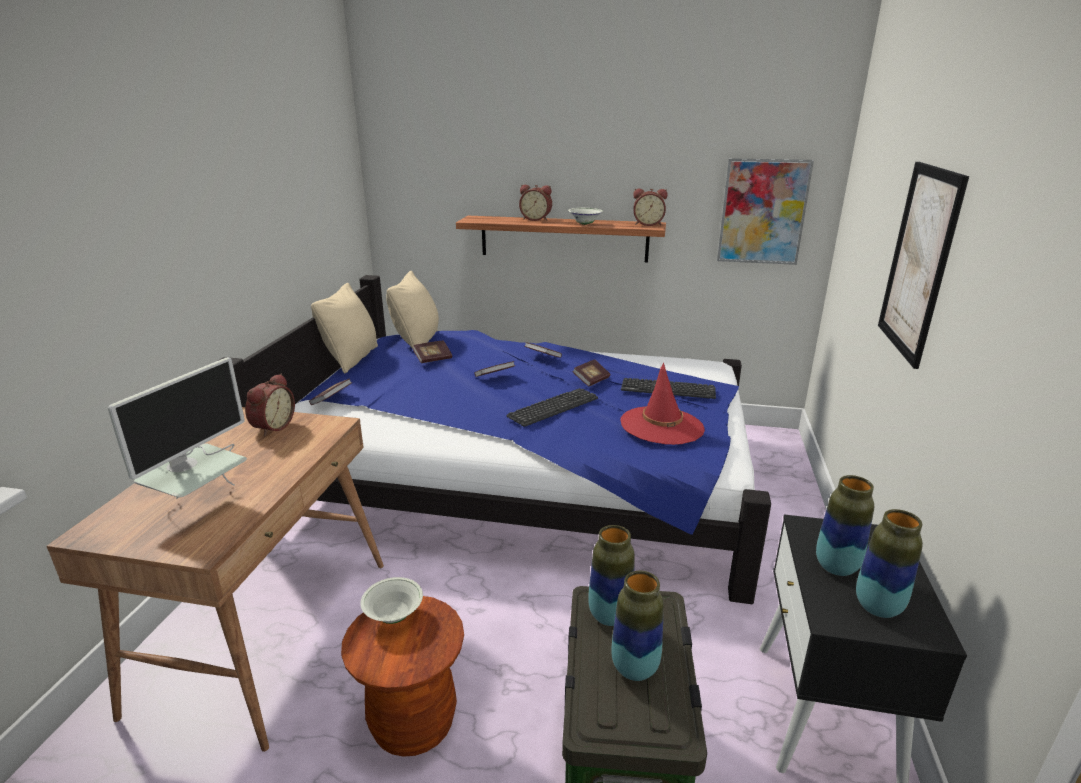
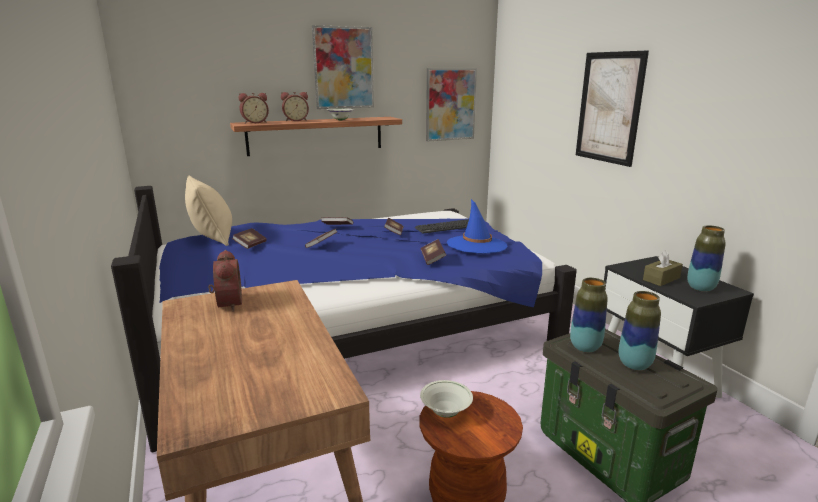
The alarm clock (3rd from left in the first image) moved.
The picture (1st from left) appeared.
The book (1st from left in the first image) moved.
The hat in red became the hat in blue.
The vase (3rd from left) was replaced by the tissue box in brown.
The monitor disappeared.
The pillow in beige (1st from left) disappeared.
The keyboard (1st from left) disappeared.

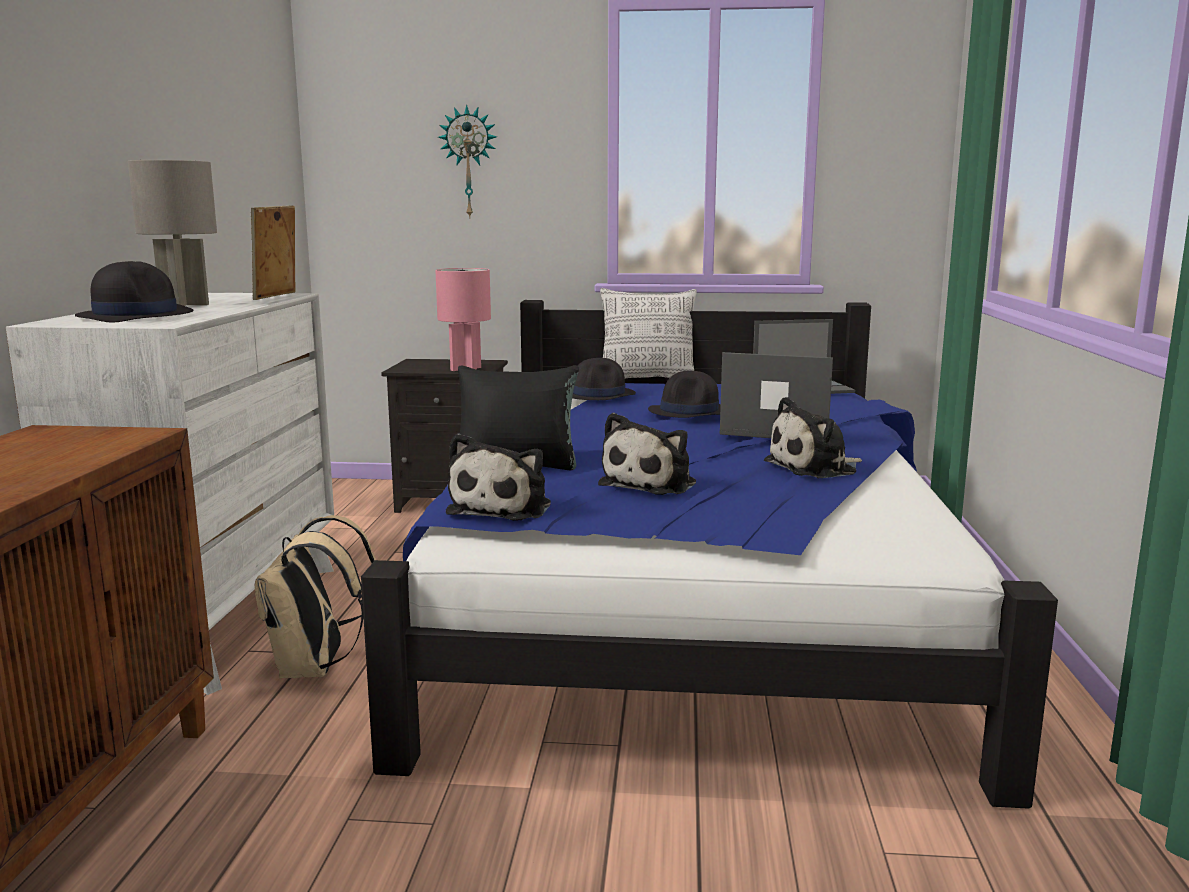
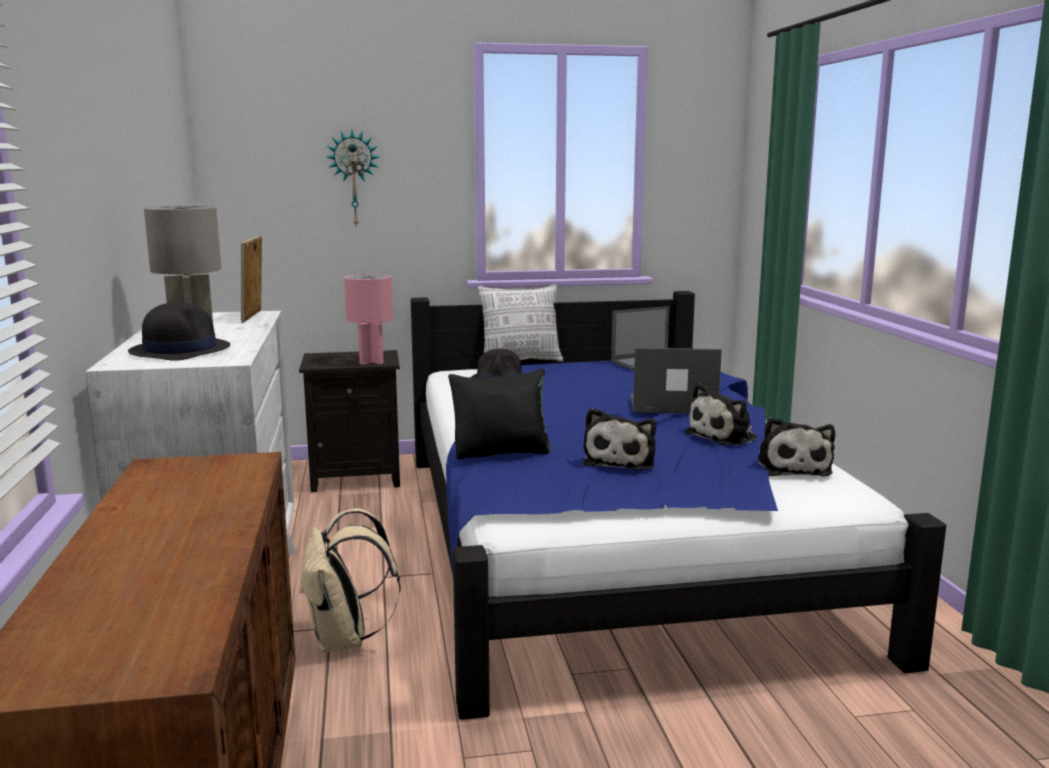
The plush toy (1st from left in the first image) moved.
The hat in black (3rd from left) disappeared.

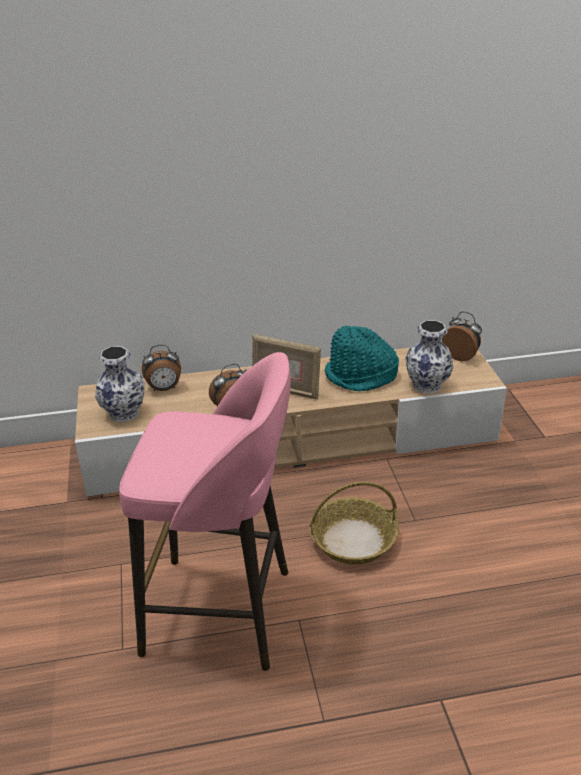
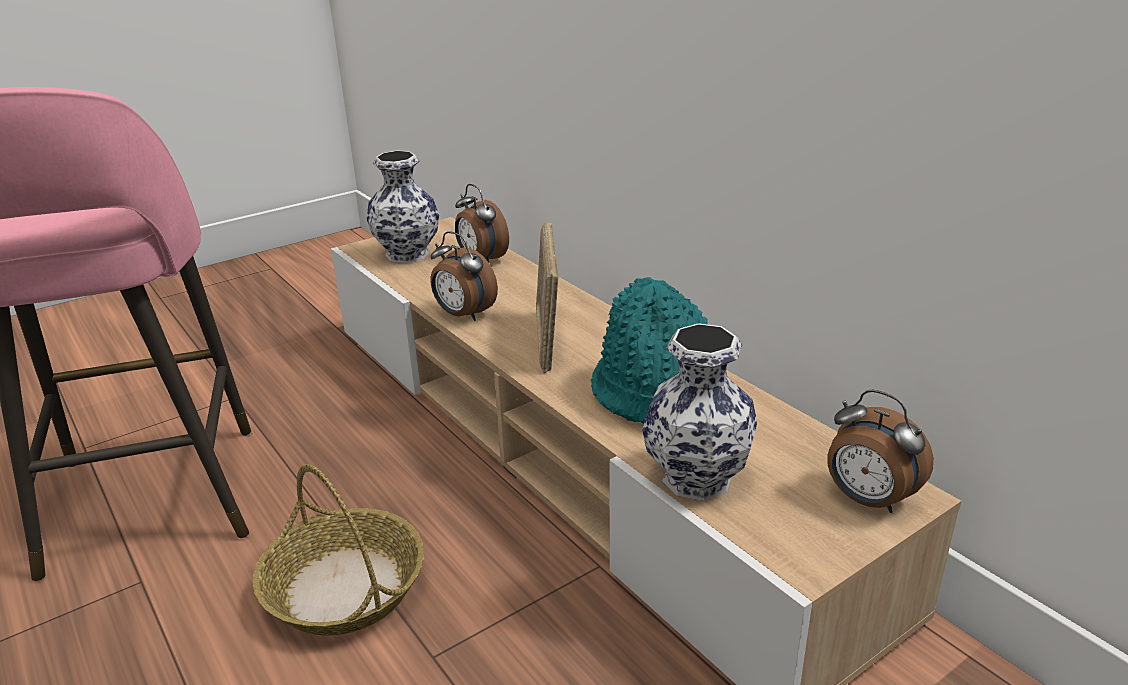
The alarm clock (3rd from left) turned 120 degrees clockwise.

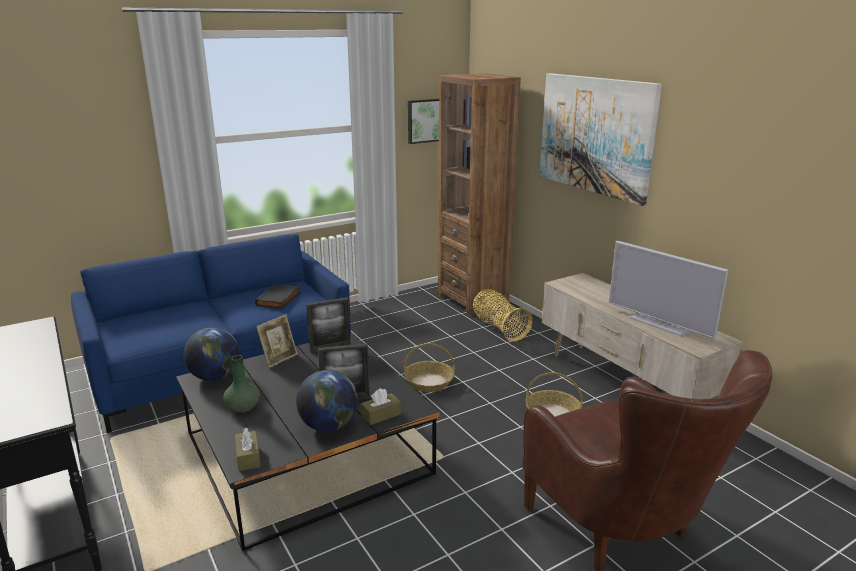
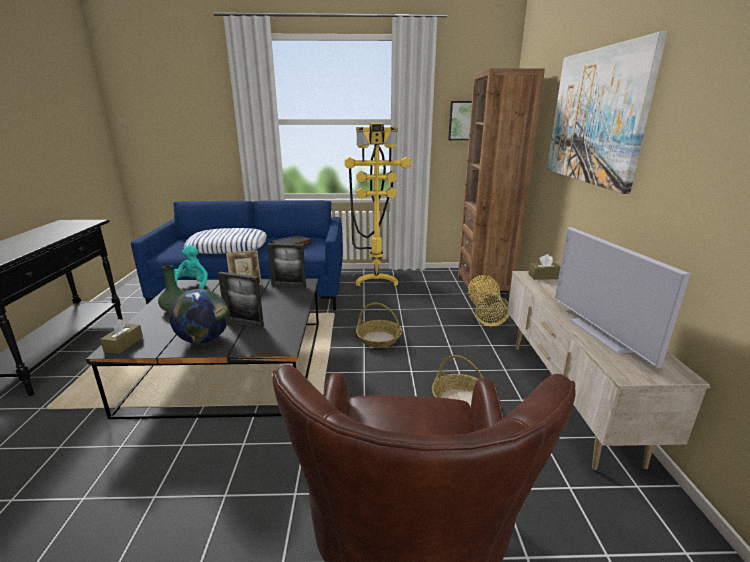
The globe (1st from left) was replaced by the plush toy in turquoise.
The pillow appeared.
The floor lamp in yellow appeared.
The tissue box in brown (2nd from left) moved.

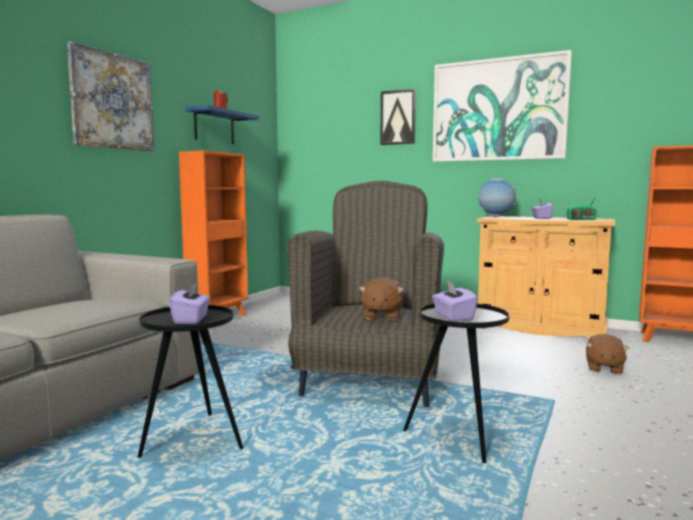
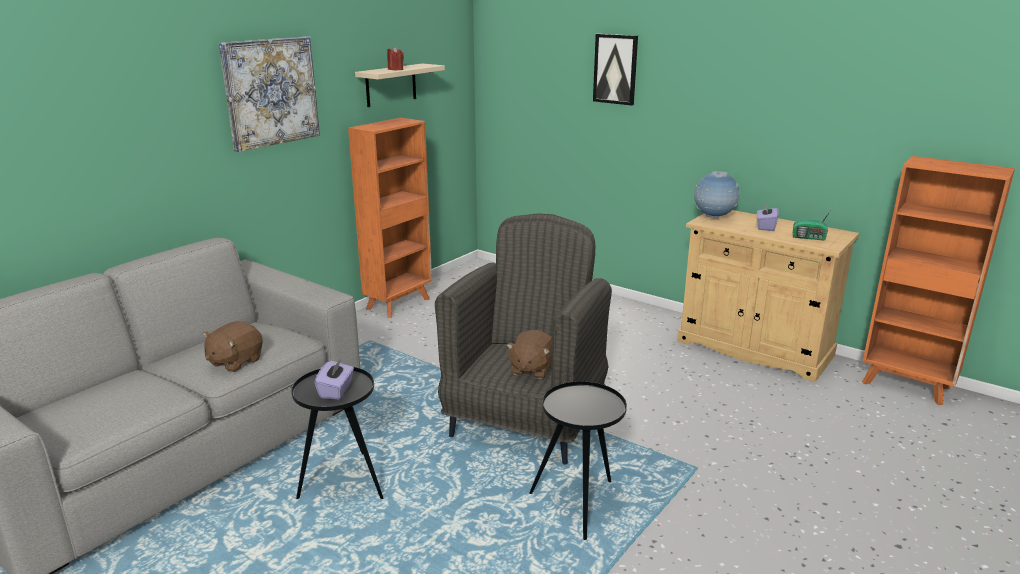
The plush toy in brown (2nd from left in the first image) moved.
The shelf in blue became the shelf in beige.
The tissue box in purple (2nd from left) disappeared.
The picture (3rd from left) disappeared.

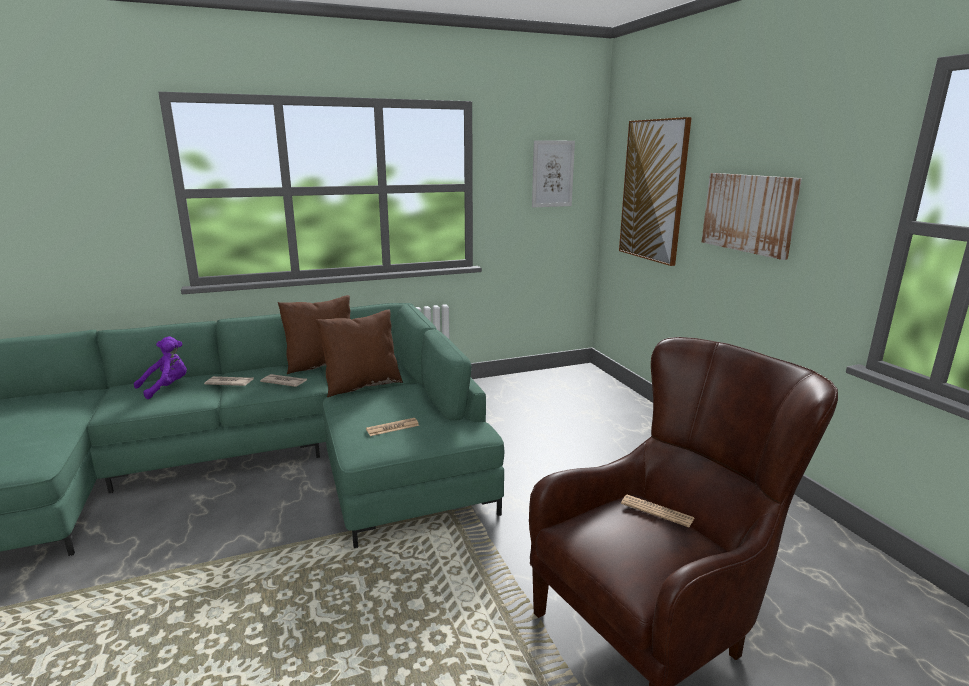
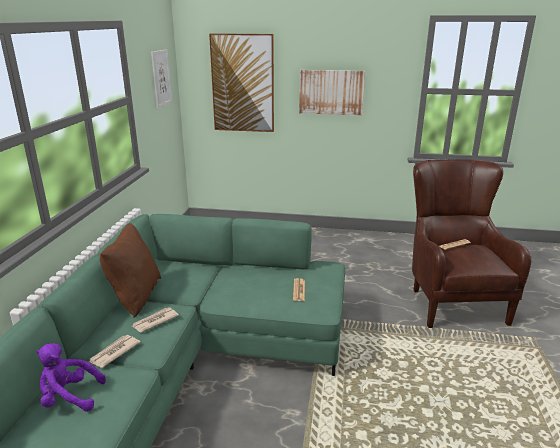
The plush toy in purple turned 75 degrees counterclockwise.
The pillow in brown (2nd from left) disappeared.

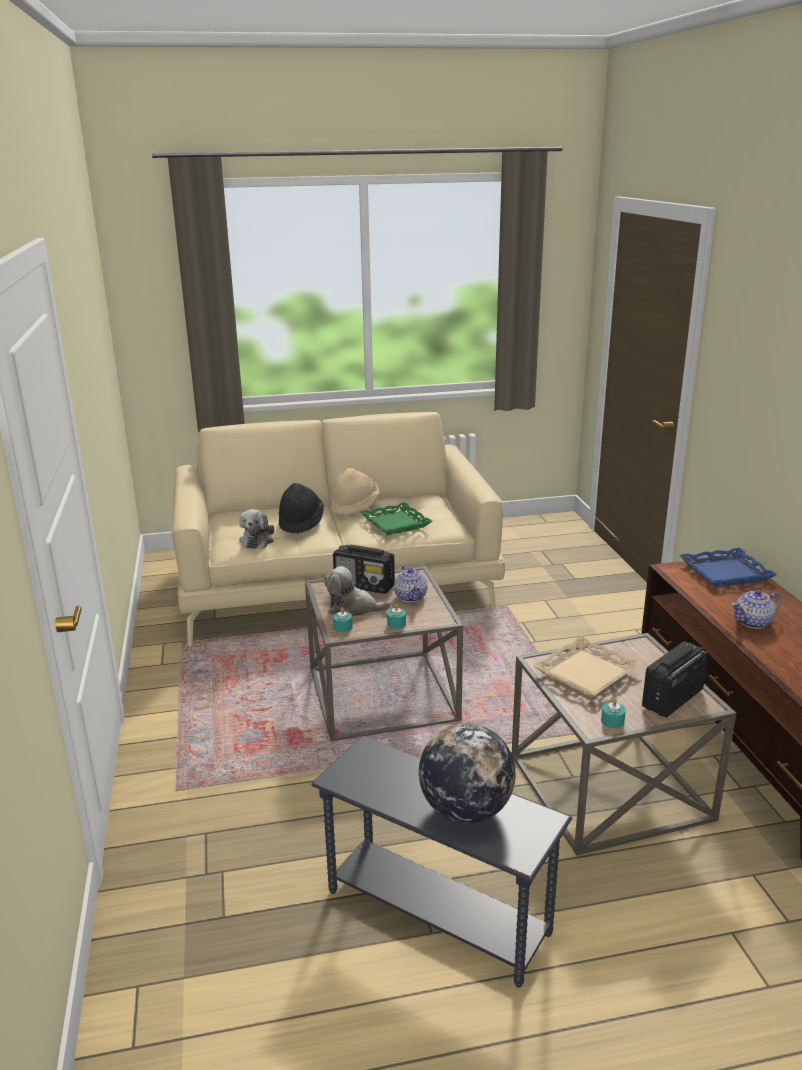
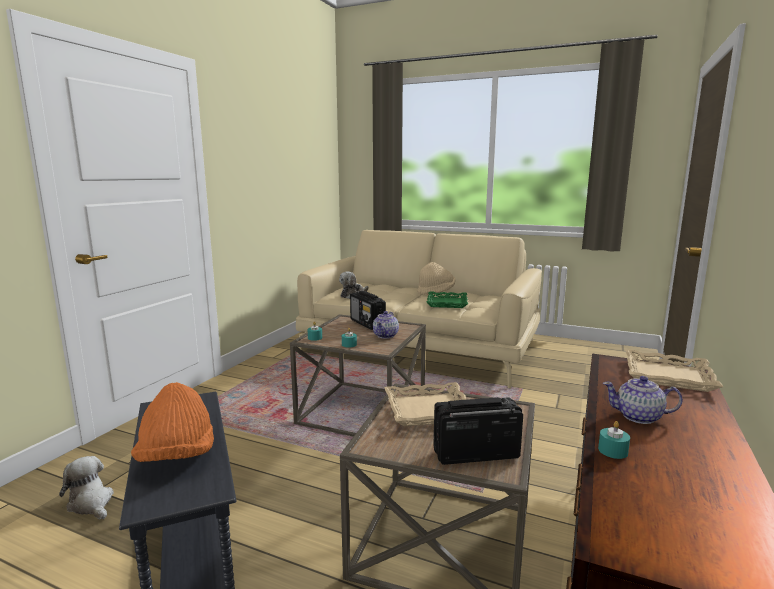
The plush toy (2nd from left in the first image) moved.
The globe was replaced by the hat in orange.
The candle in turquoise (3rd from left) moved.
The tray in blue became the tray in beige (2nd from left).
The hat in black disappeared.

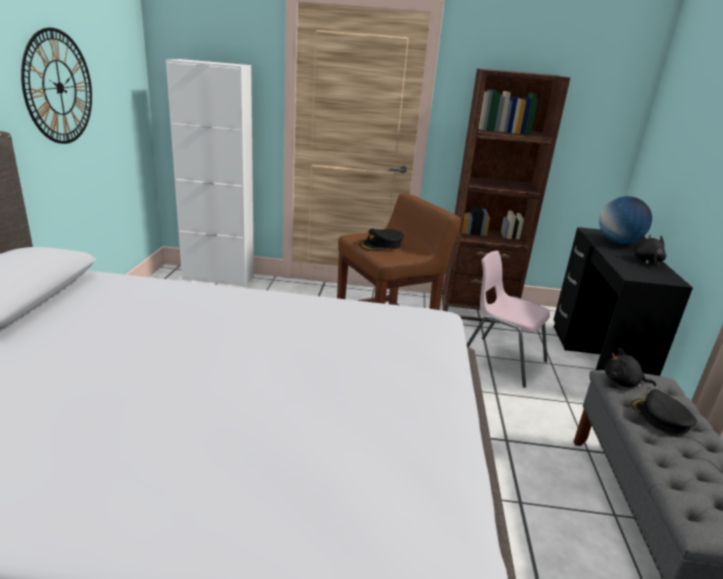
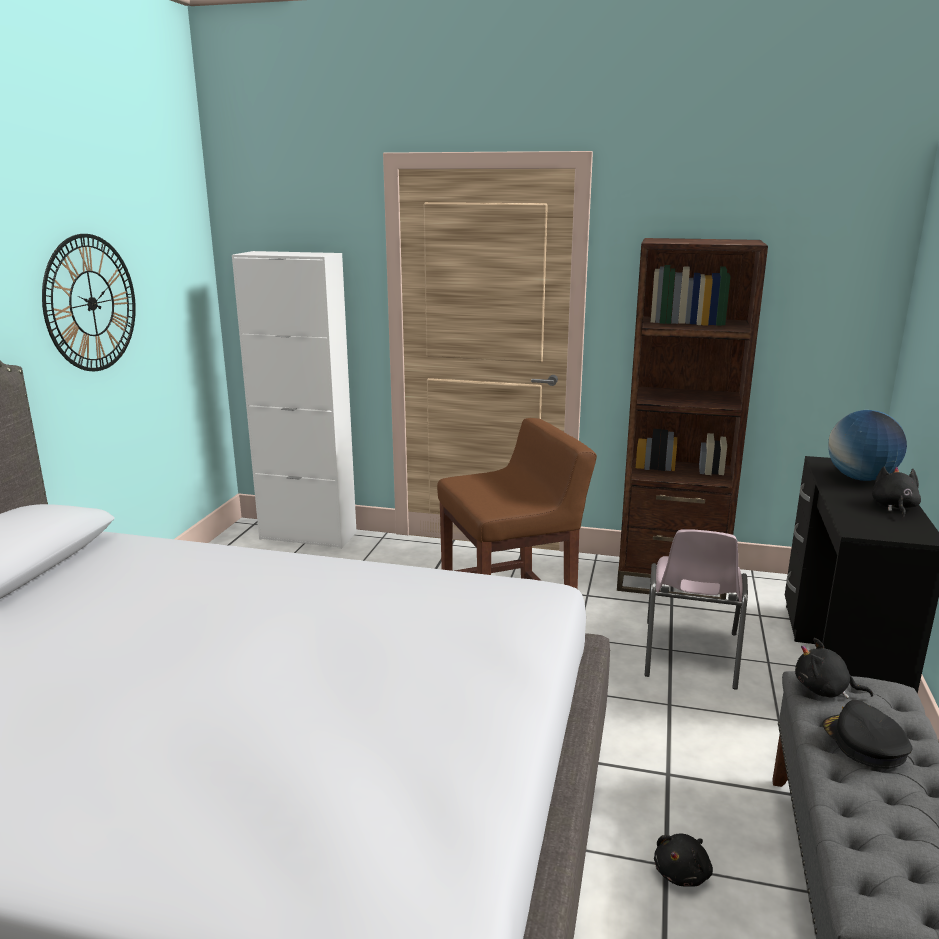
The chair in pink turned 120 degrees counterclockwise.
The plush toy in black (1st from left) appeared.
The cap in black (1st from left) disappeared.

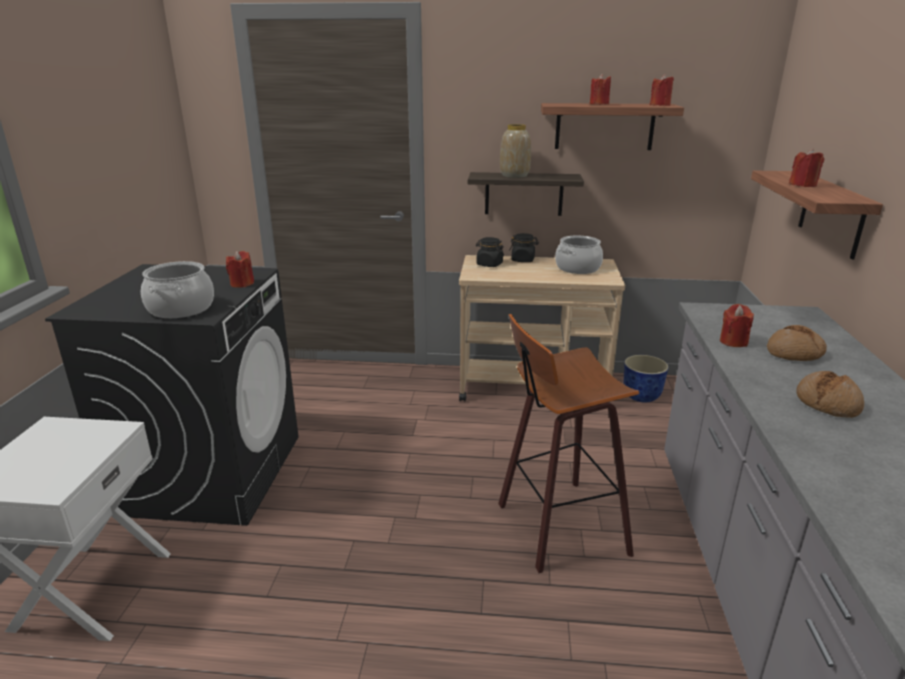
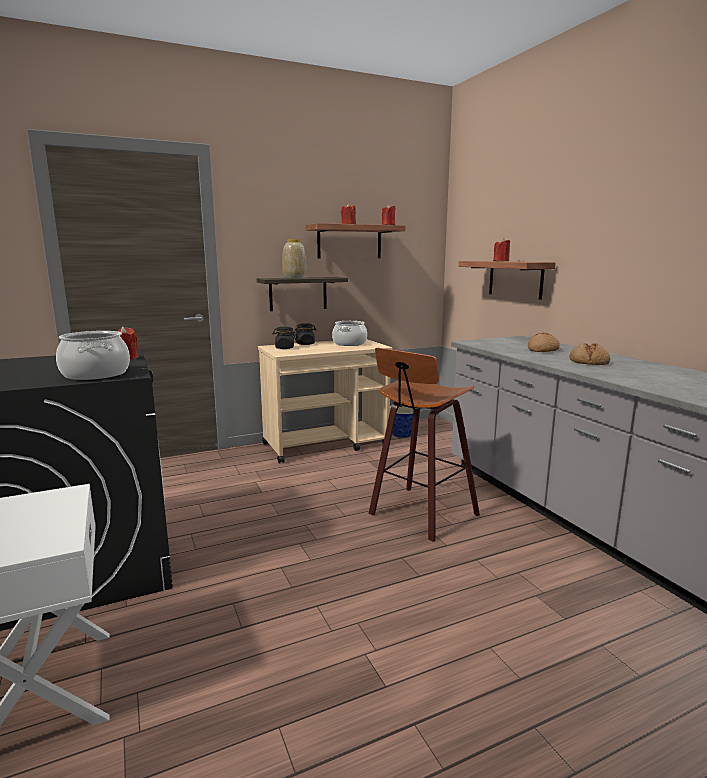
The candle in red (4th from left) disappeared.

